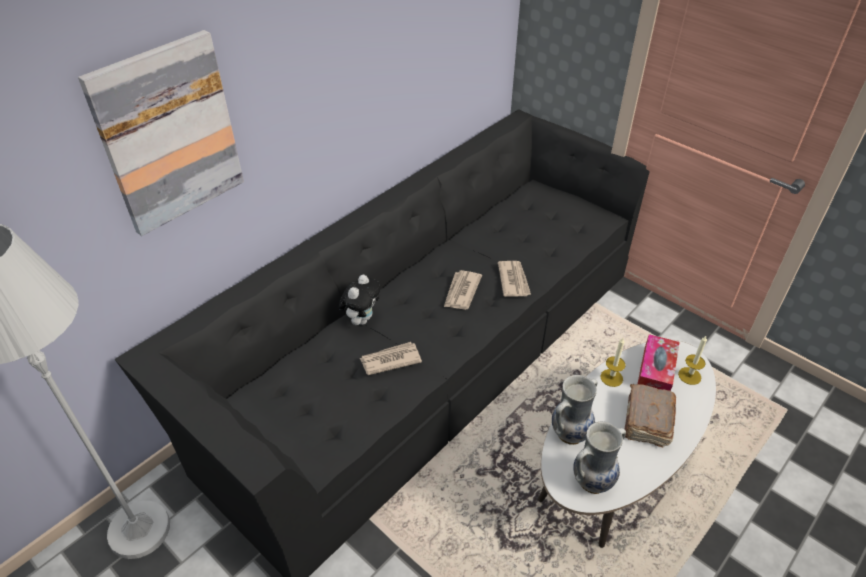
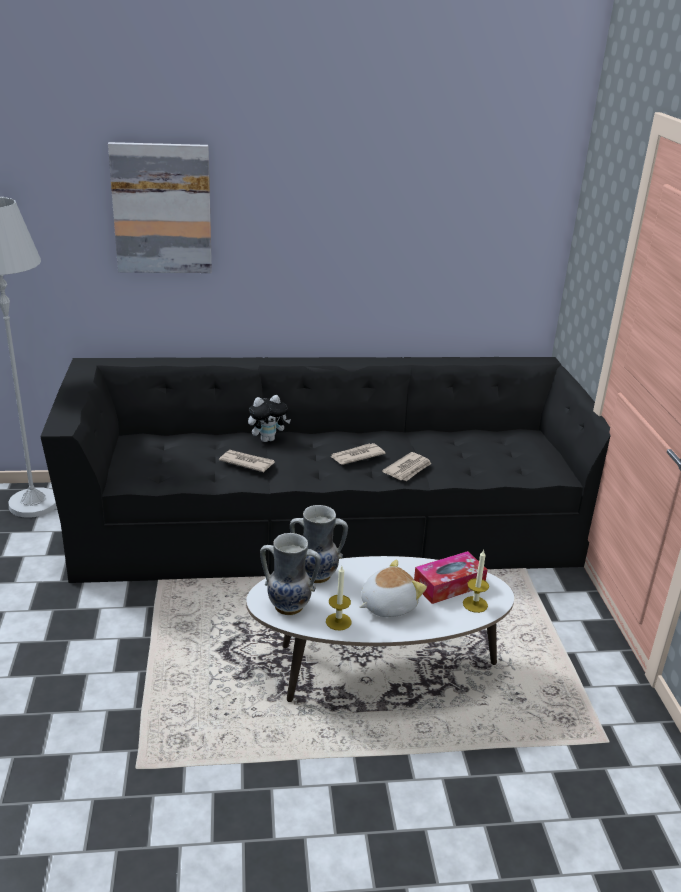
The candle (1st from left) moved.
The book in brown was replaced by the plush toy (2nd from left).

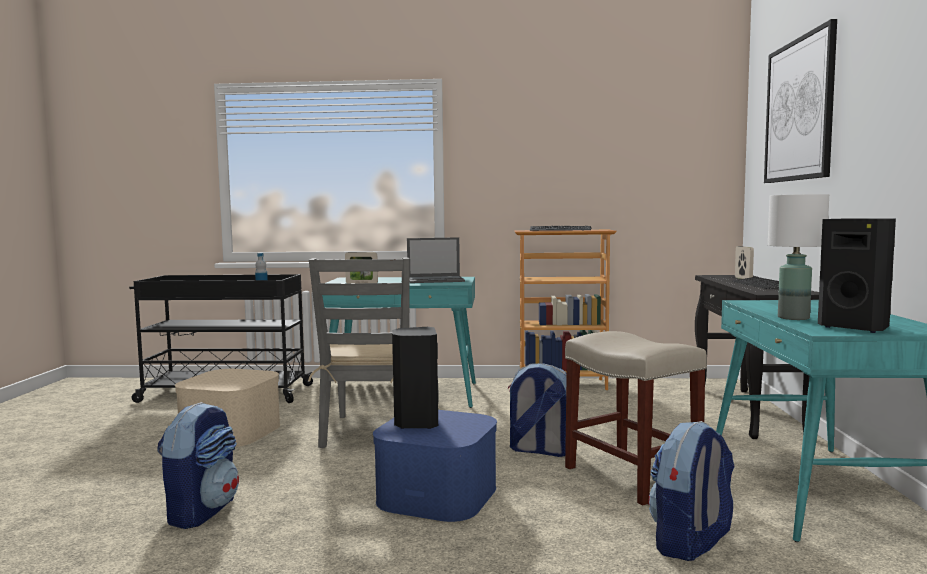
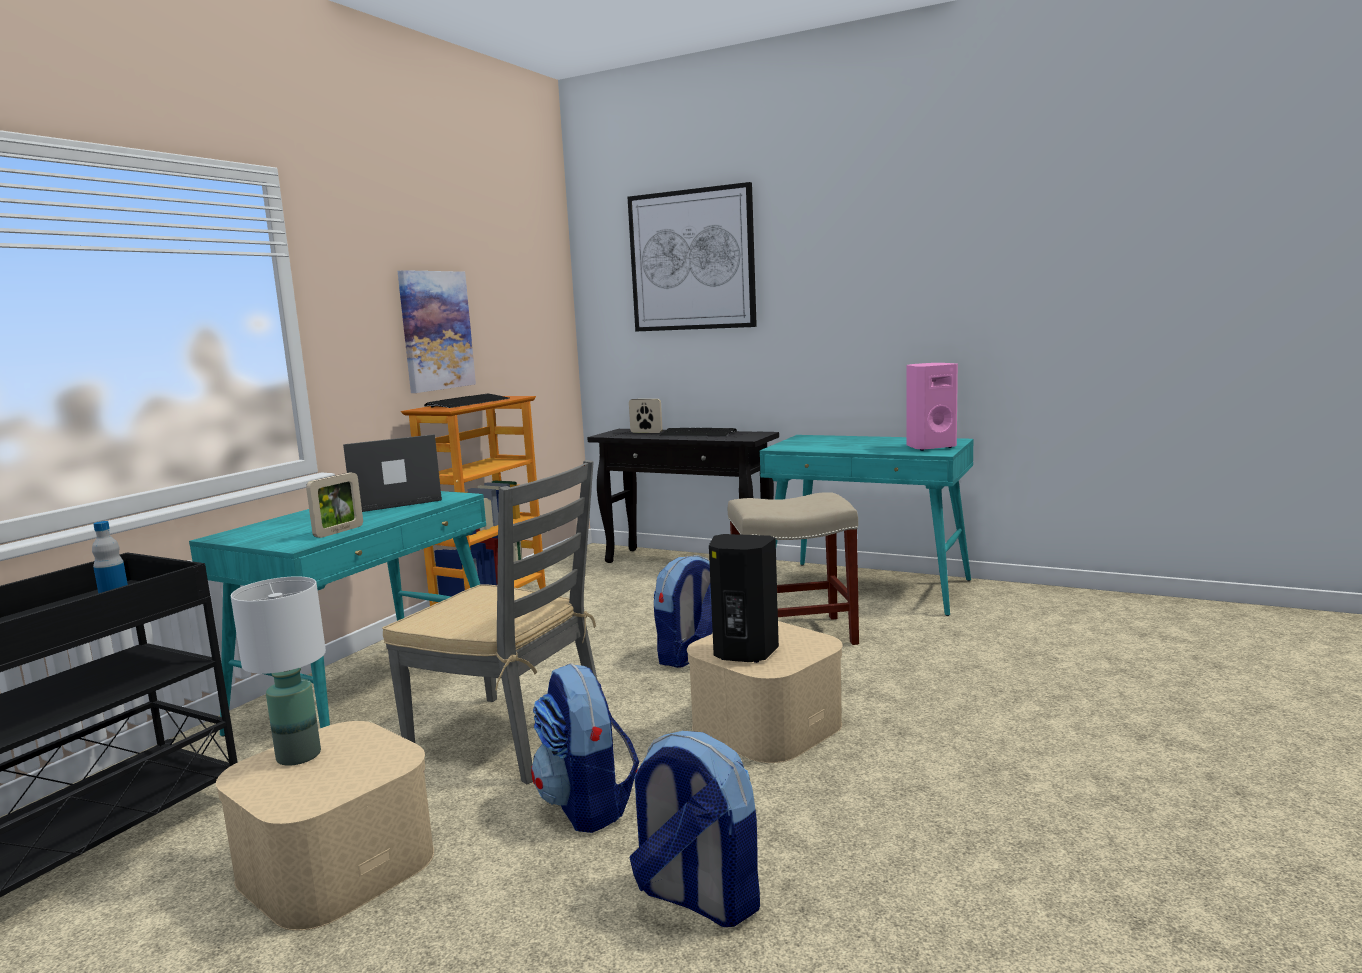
The table lamp in white moved.
The laptop turned 135 degrees counterclockwise.
The picture (1st from left) appeared.
The backpack (3rd from left in the first image) moved.
The storage box in blue became the storage box in beige (2nd from left).
The speaker in black (2nd from left) became the speaker in pink.

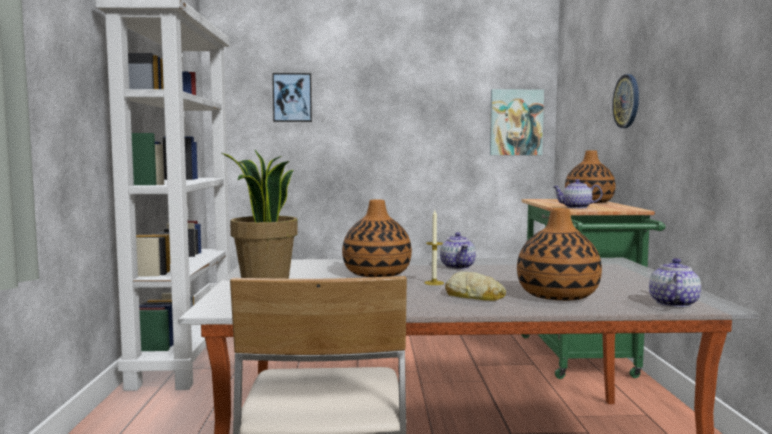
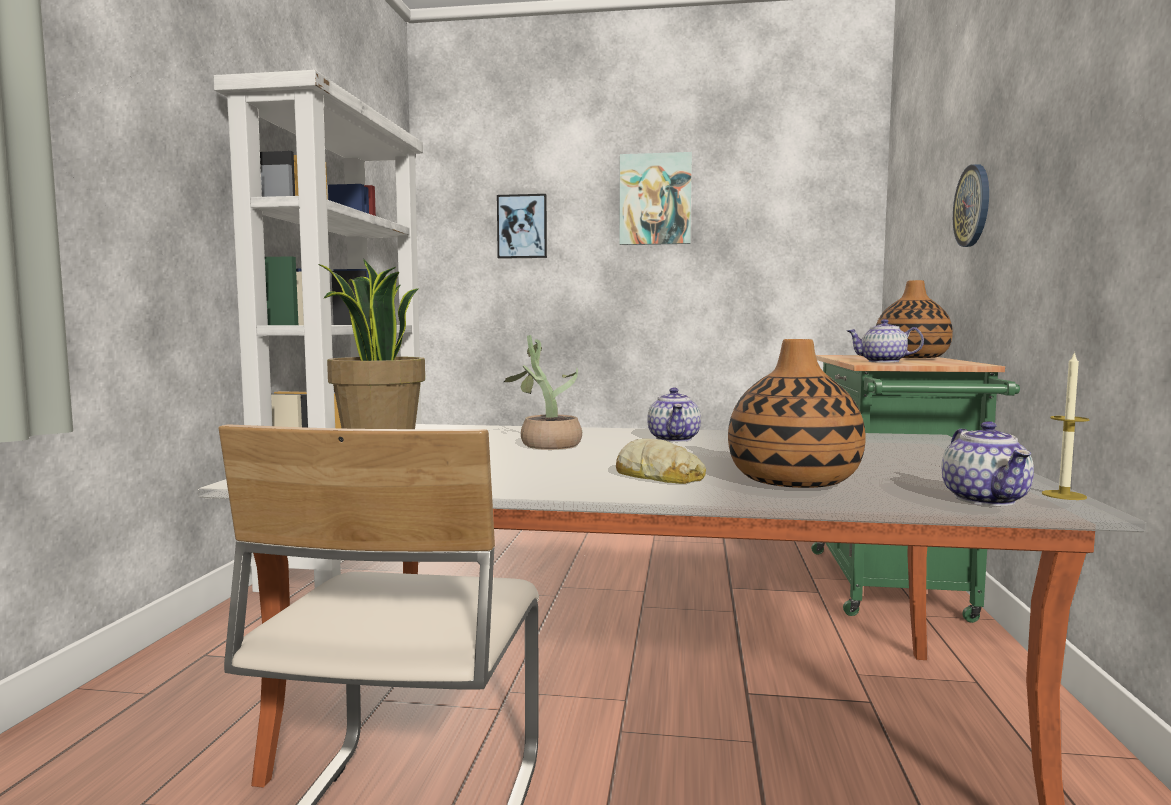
The vase (1st from left) was replaced by the potted plant (2nd from left).
The picture (2nd from left) moved.
The teapot (3rd from left) turned 150 degrees clockwise.
The candle moved.

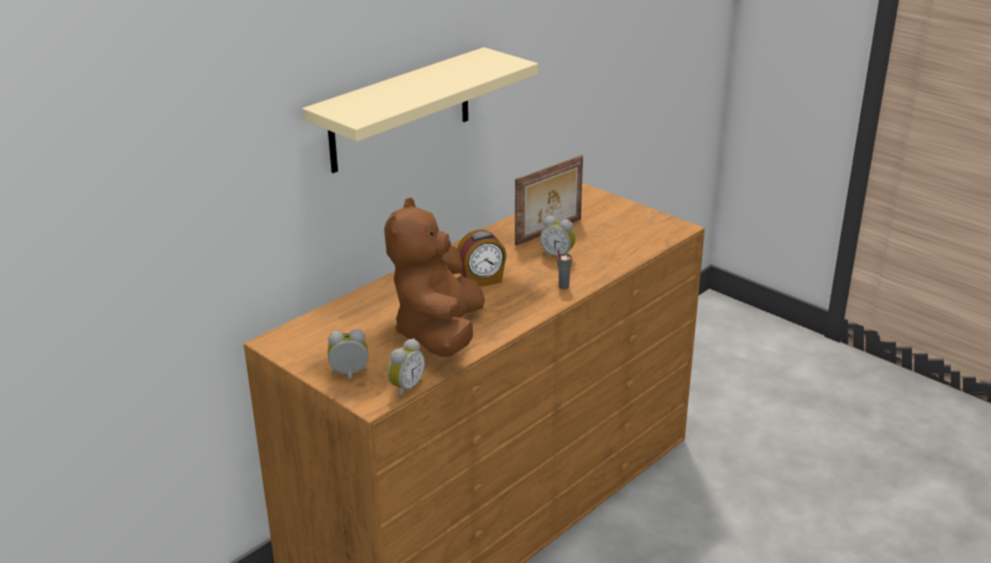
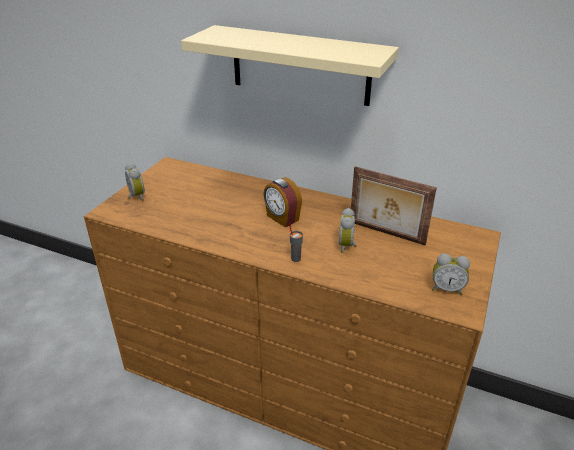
The alarm clock (2nd from left in the first image) moved.
The plush toy in brown disappeared.

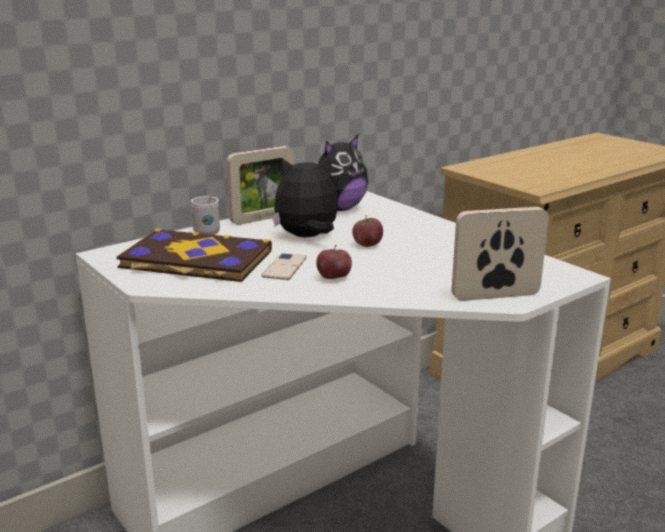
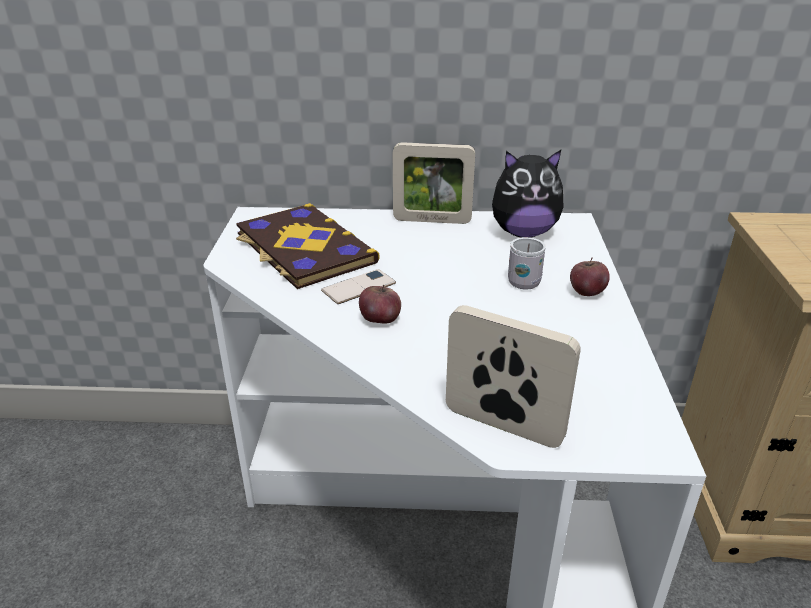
The mug in white moved.
The apple (2nd from left) moved.
The plush toy (1st from left) disappeared.

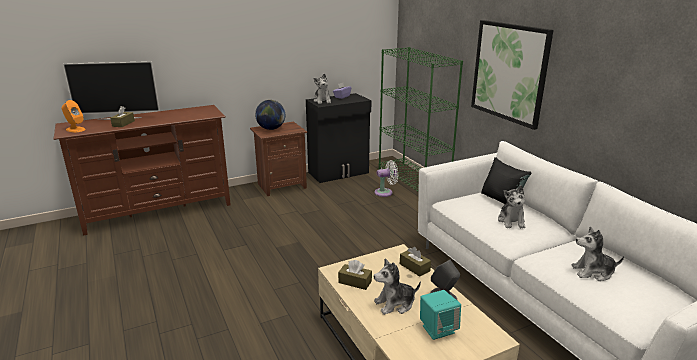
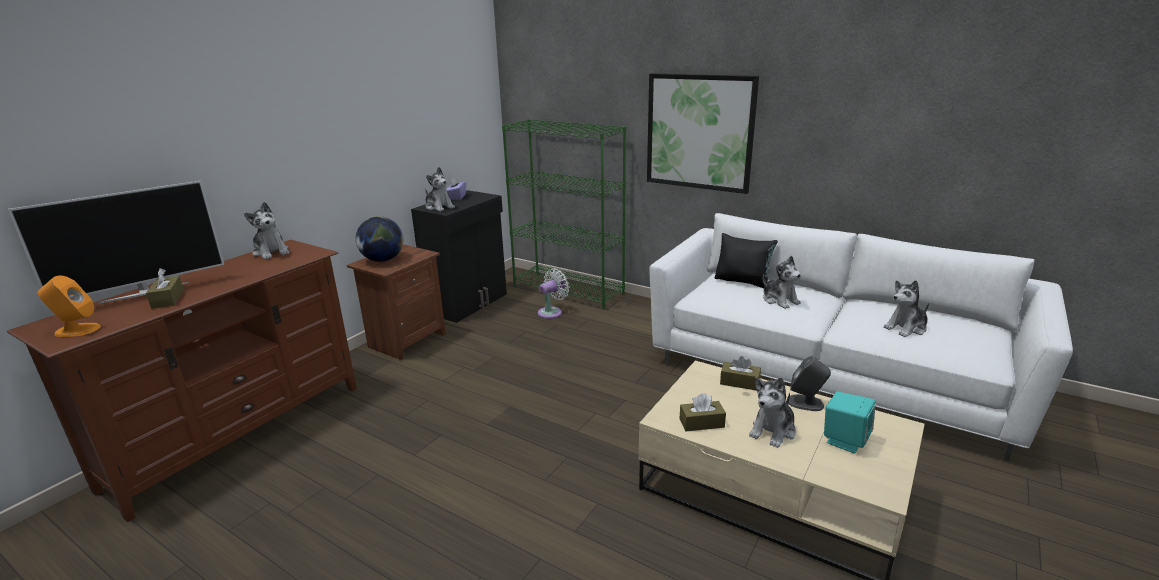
The plush toy (1st from left) appeared.

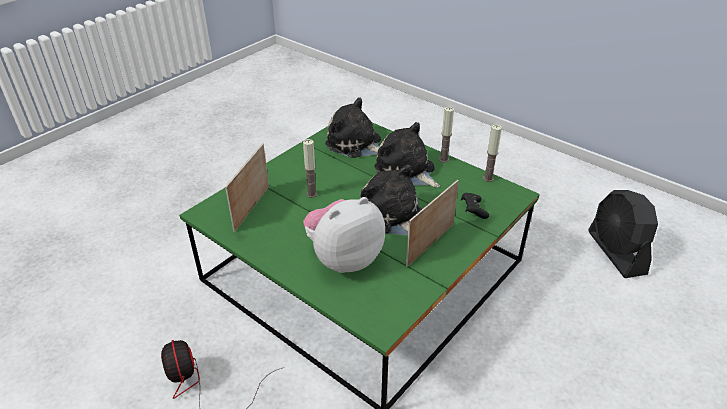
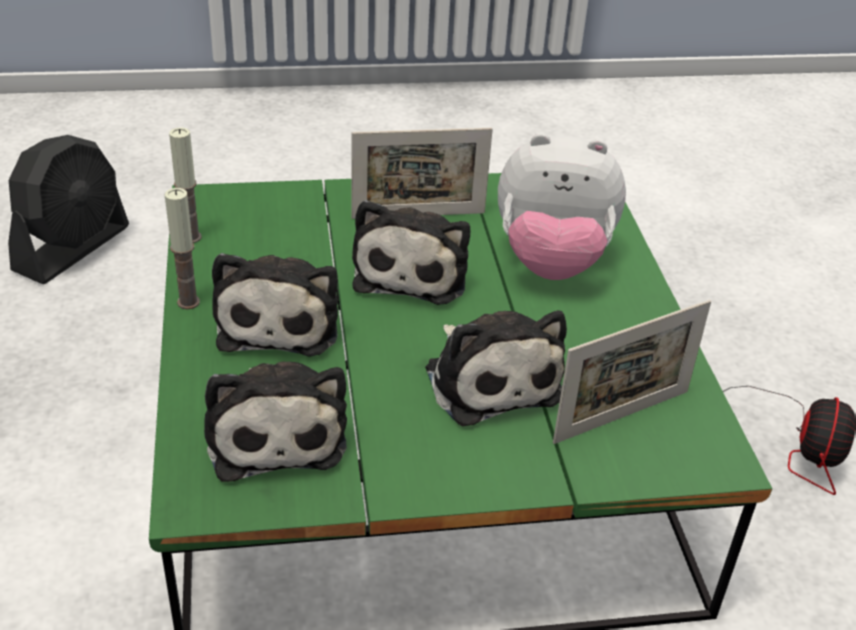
The candle (1st from left) was replaced by the plush toy (4th from left).
The game controller in black disappeared.

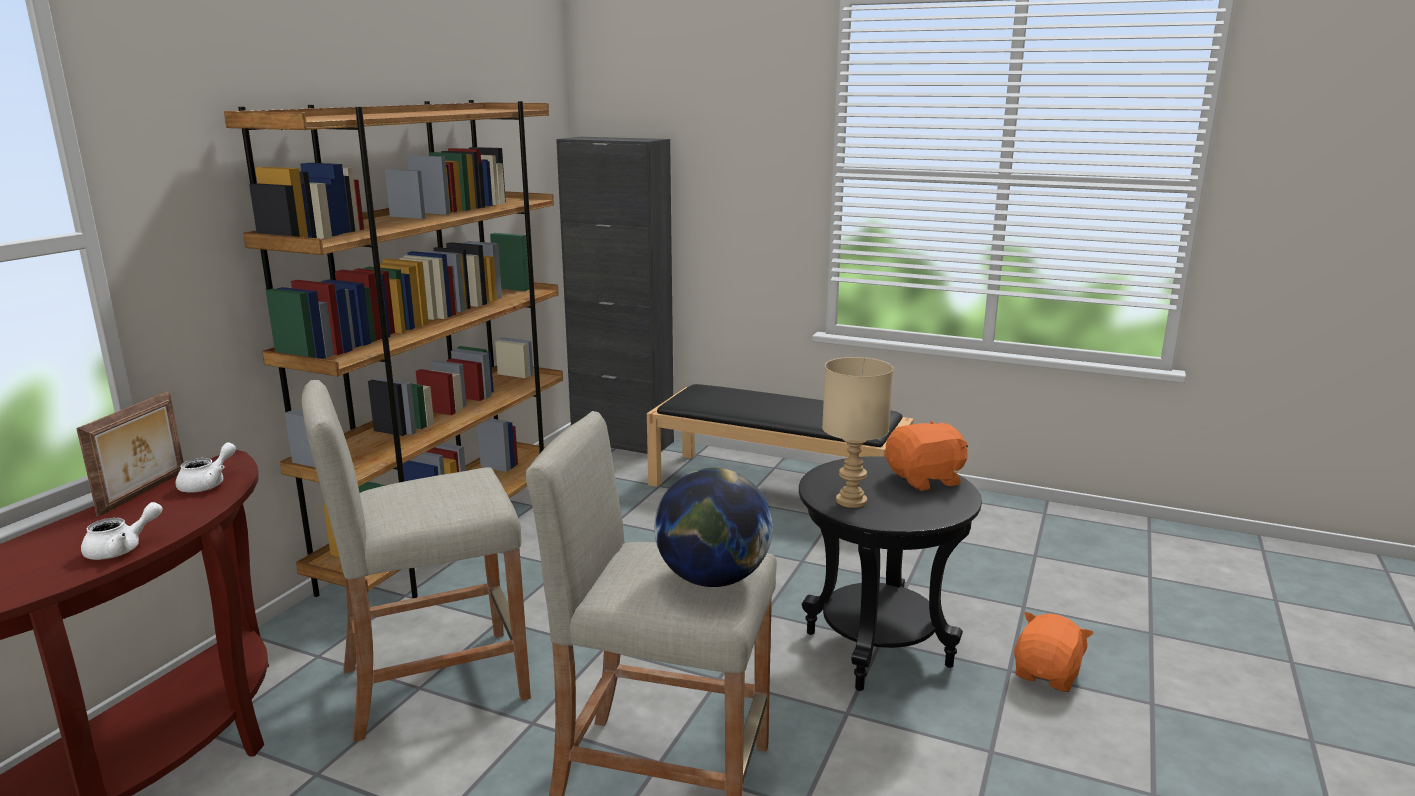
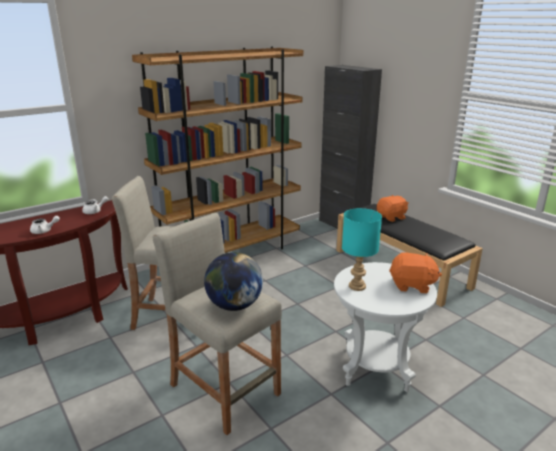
The side table in black became the side table in white.
The table lamp in beige became the table lamp in turquoise.
The plush toy in orange (2nd from left in the first image) moved.
The picture frame disappeared.

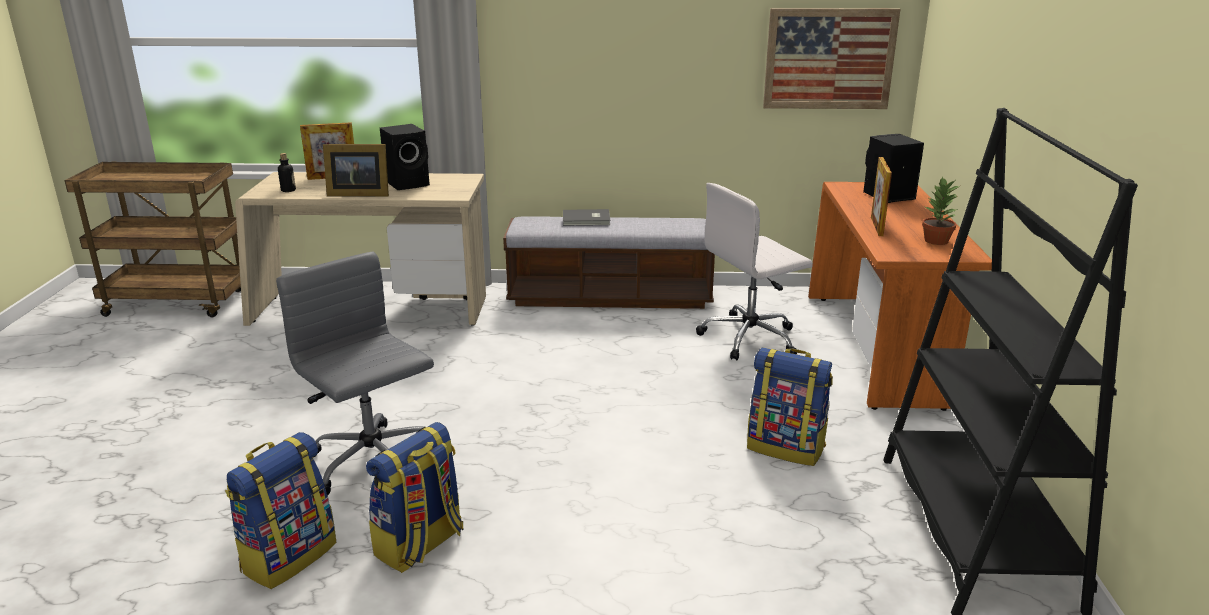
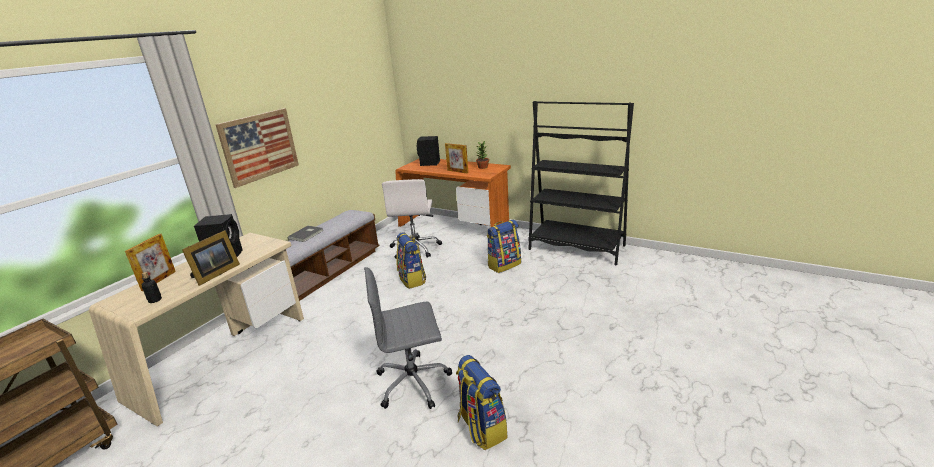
The picture moved.
The backpack (2nd from left in the first image) moved.

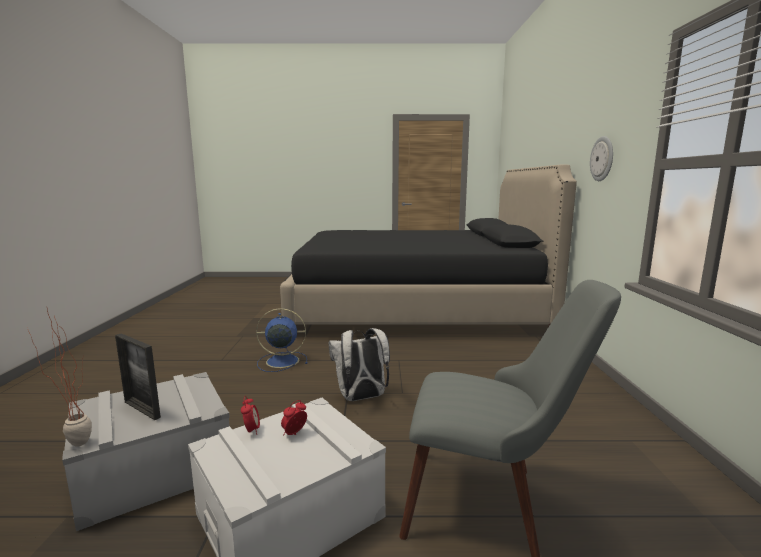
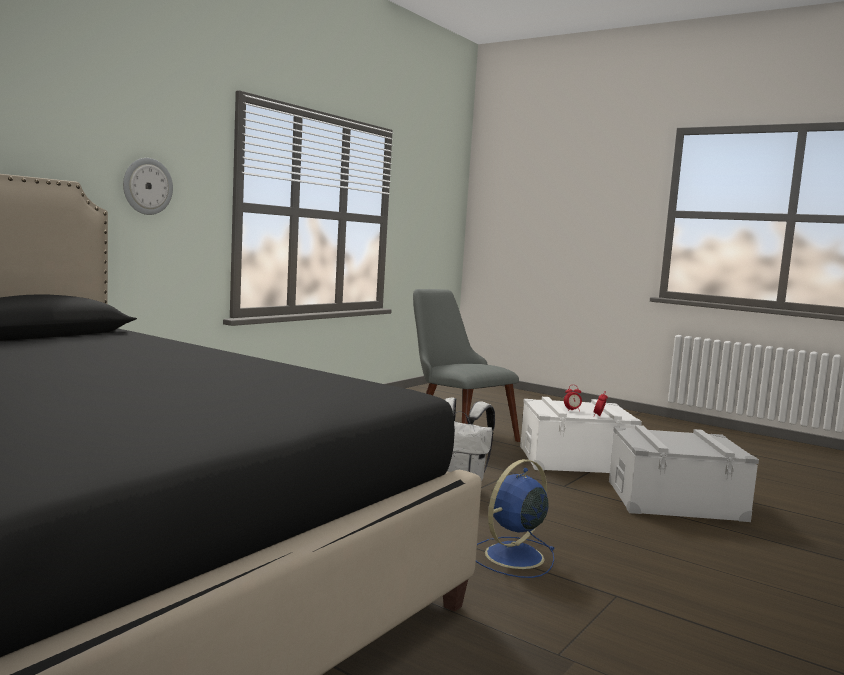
The fan in blue turned 105 degrees clockwise.
The potted plant disappeared.
The picture frame disappeared.

